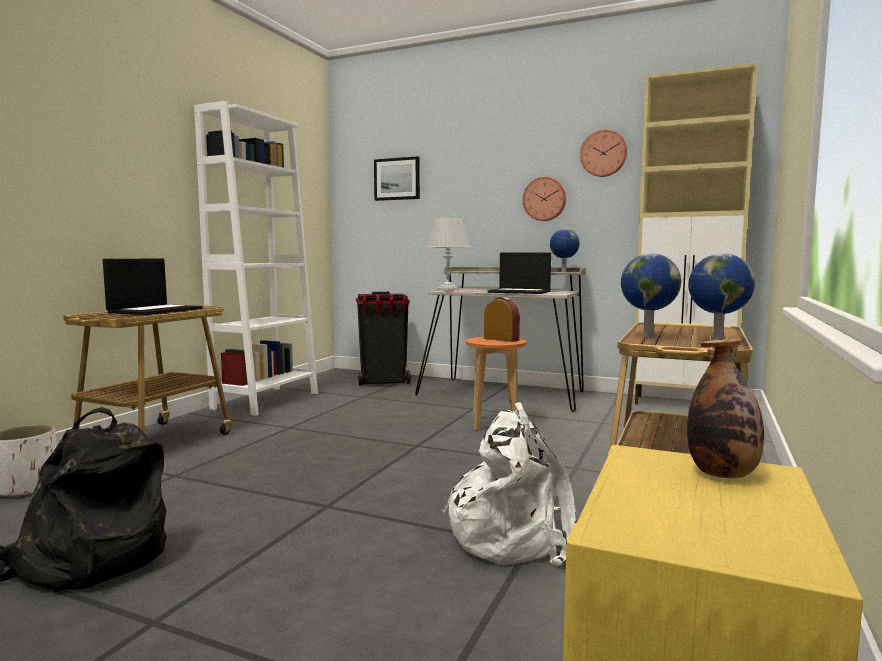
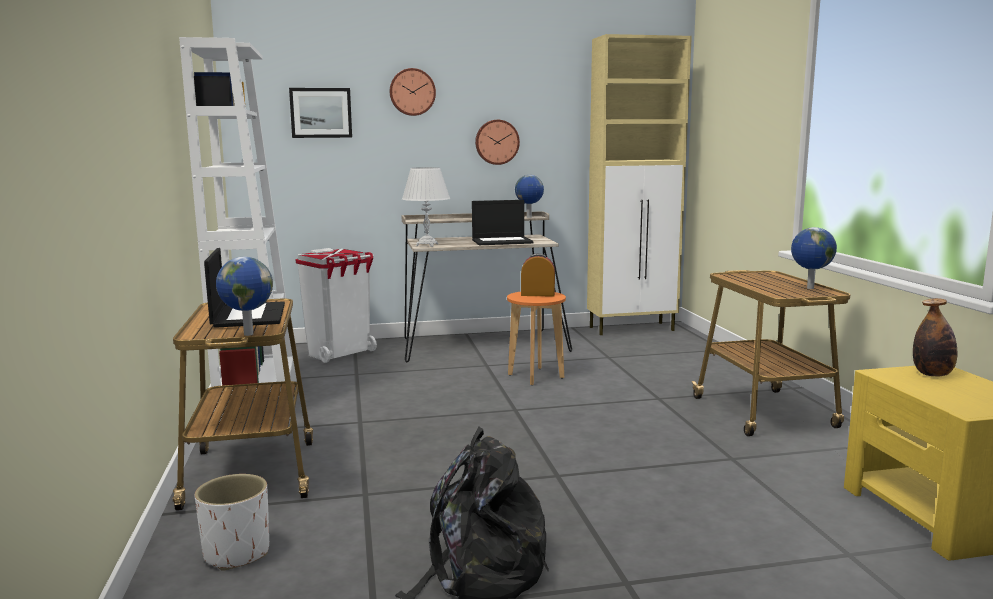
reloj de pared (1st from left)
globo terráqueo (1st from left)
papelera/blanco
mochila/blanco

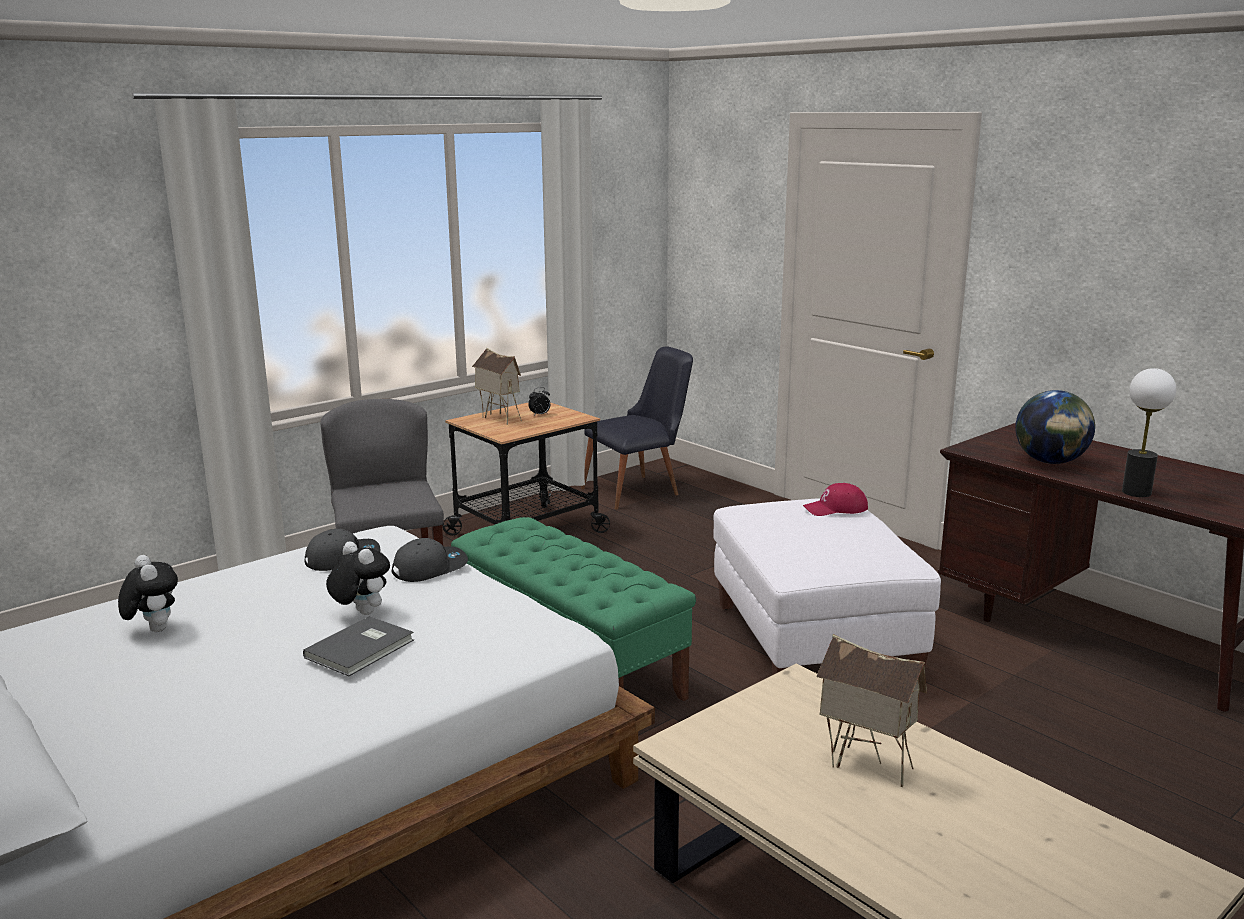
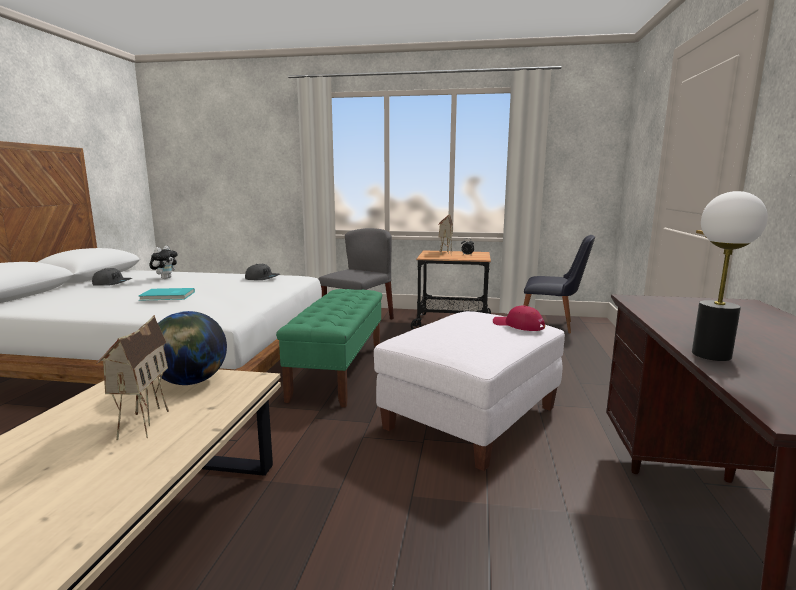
globo terráqueo
gorra/gris (1st from left)
peluche (2nd from left in the first image)
libro/turquesa

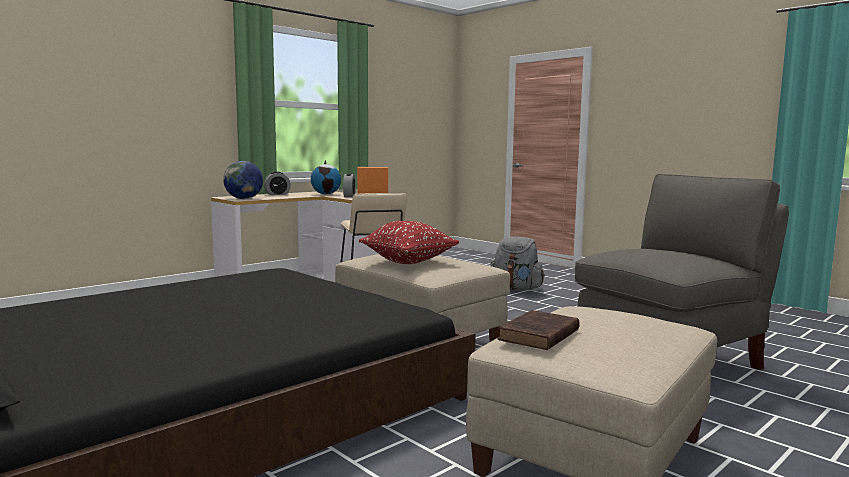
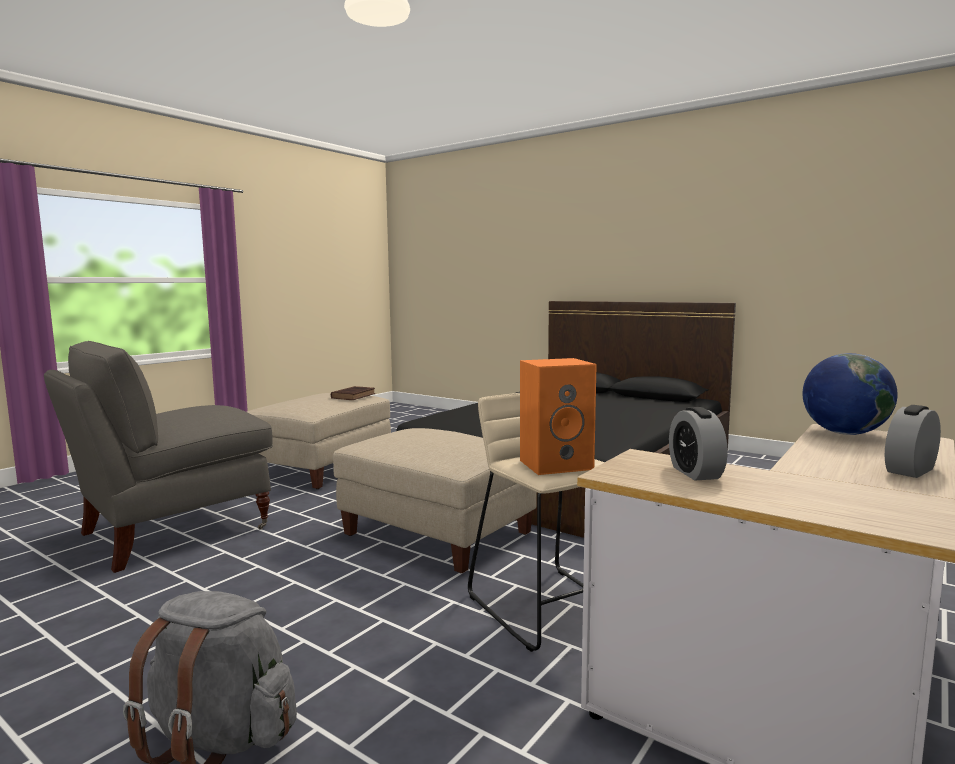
globo terráqueo (2nd from left in the first image)
cojín/rojo

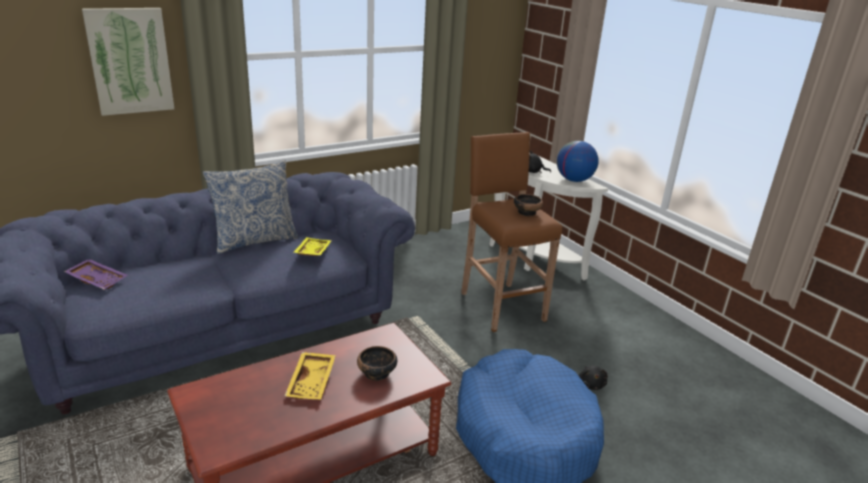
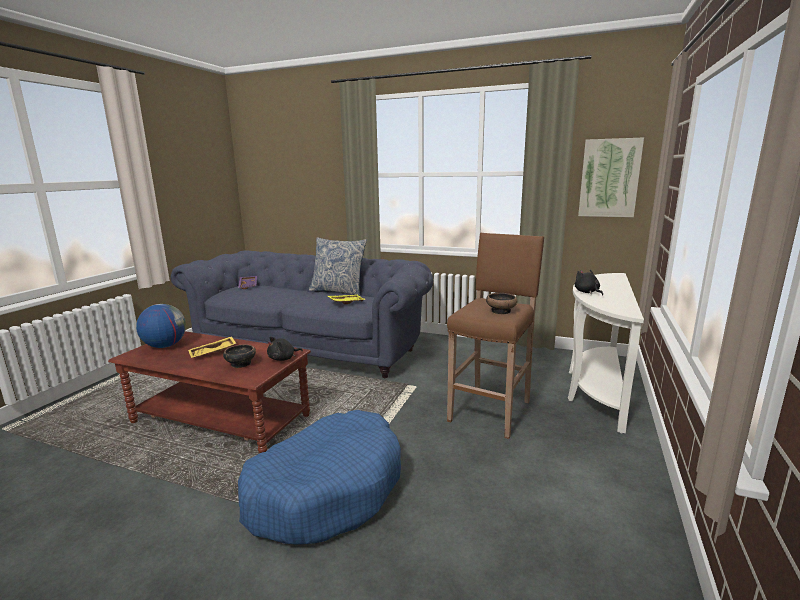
cuadro
globo terráqueo
peluche/negro (1st from left)

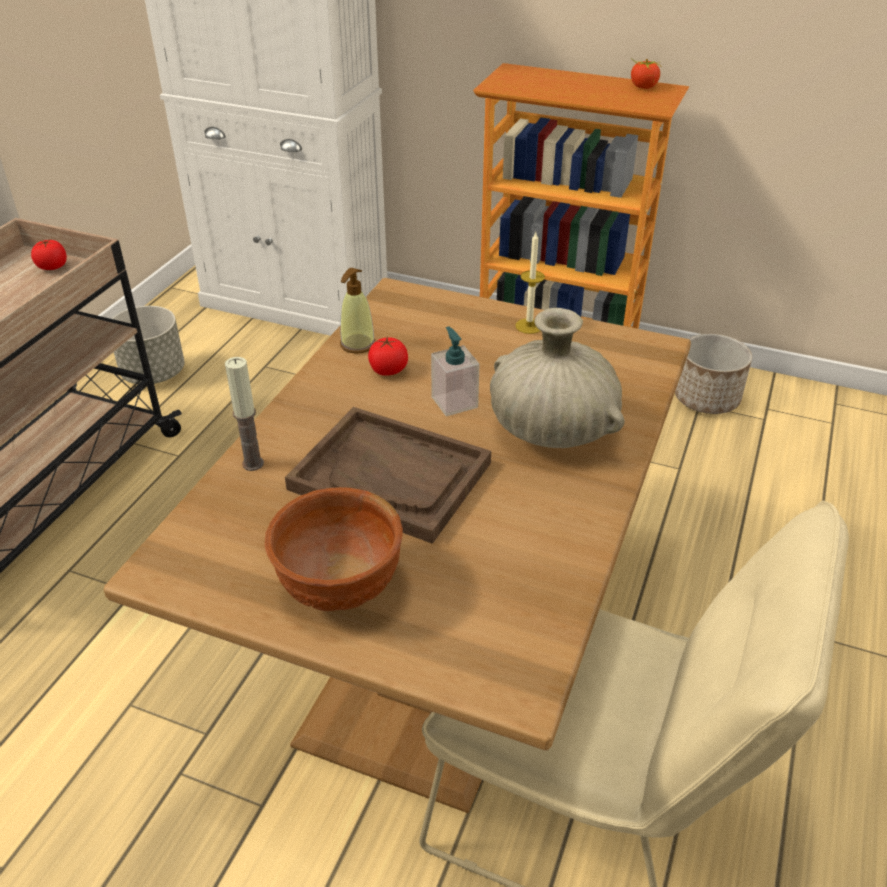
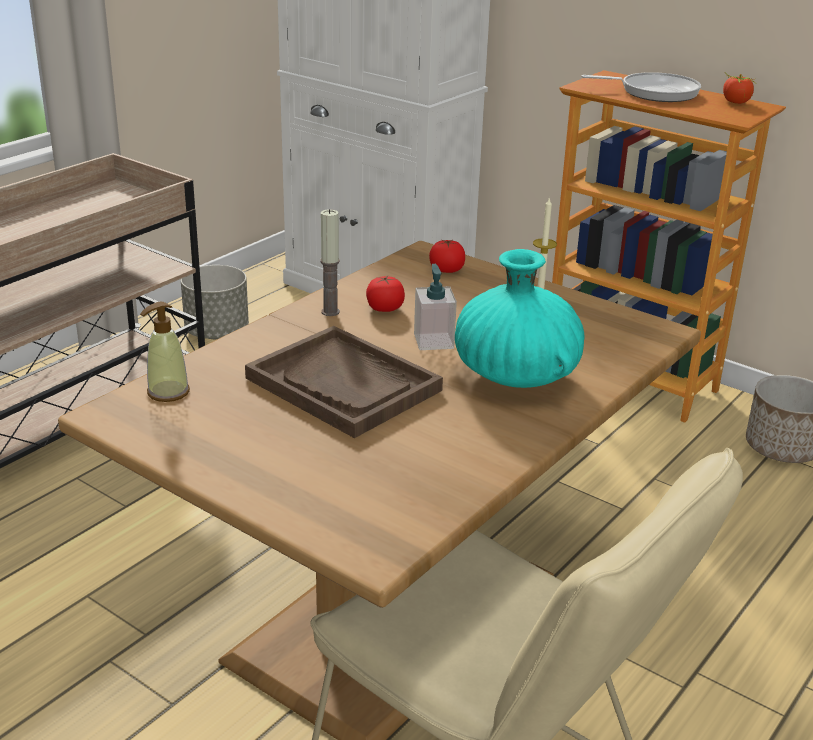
tomate (2nd from left)
dispensador de jabón (1st from left)
florero/turquesa
vela (1st from left)
cuenco/marrón
sartén

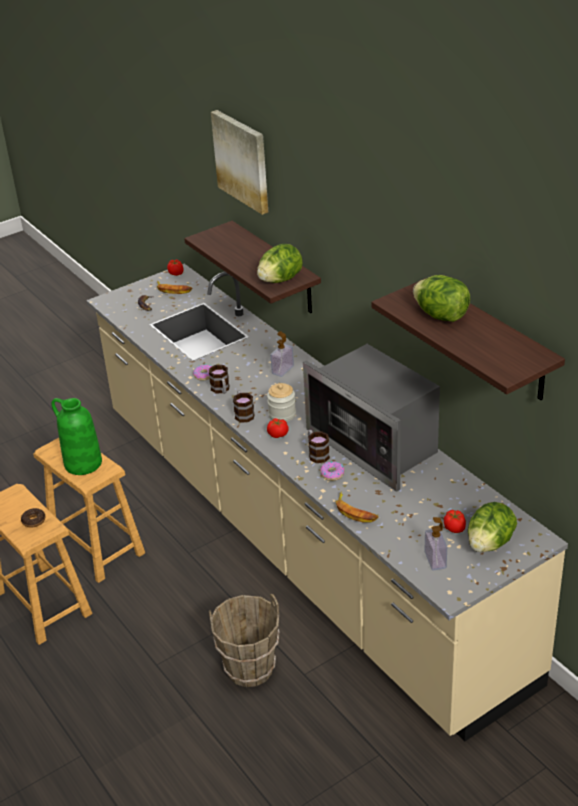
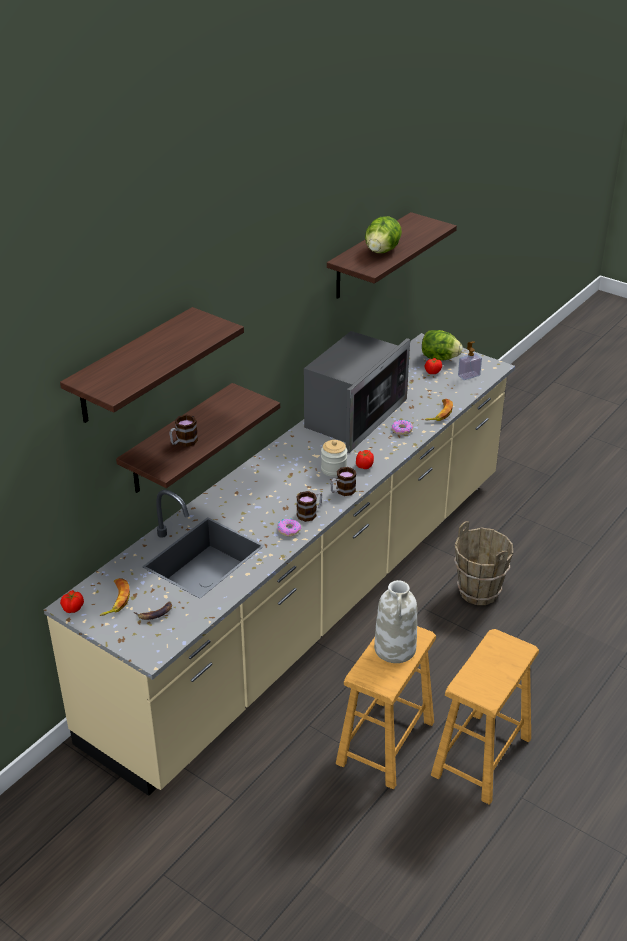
estante (1st from left)
lechuga (1st from left in the first image)
dispensador de jabón (1st from left in the first image)
florero/blanco
taza grande (1st from left)
rosquilla (1st from left in the first image)

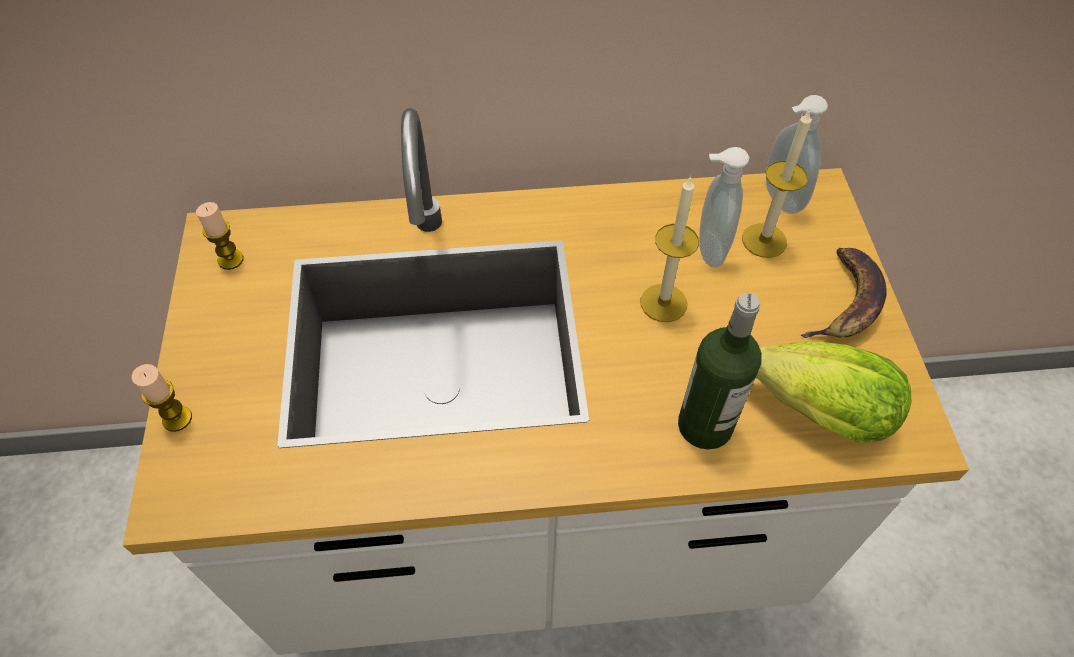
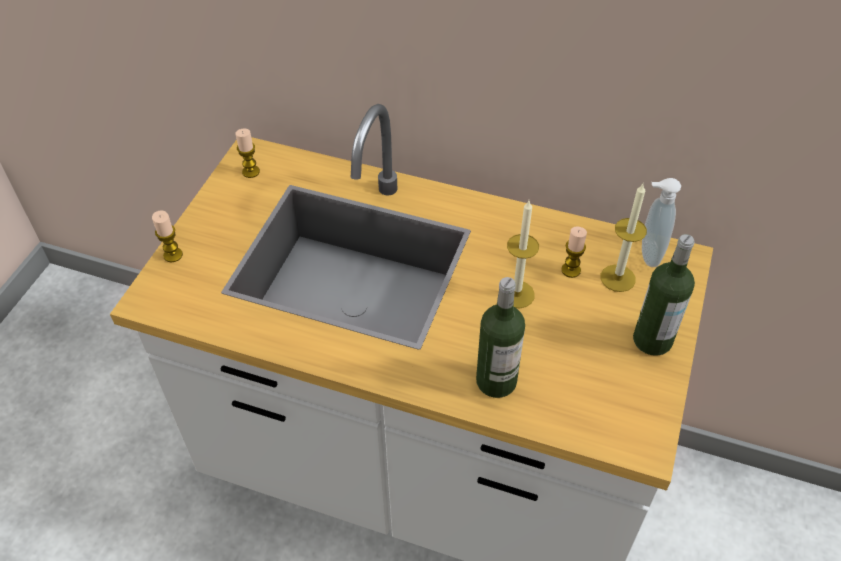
vela (4th from left)
botella (2nd from left)
lechuga

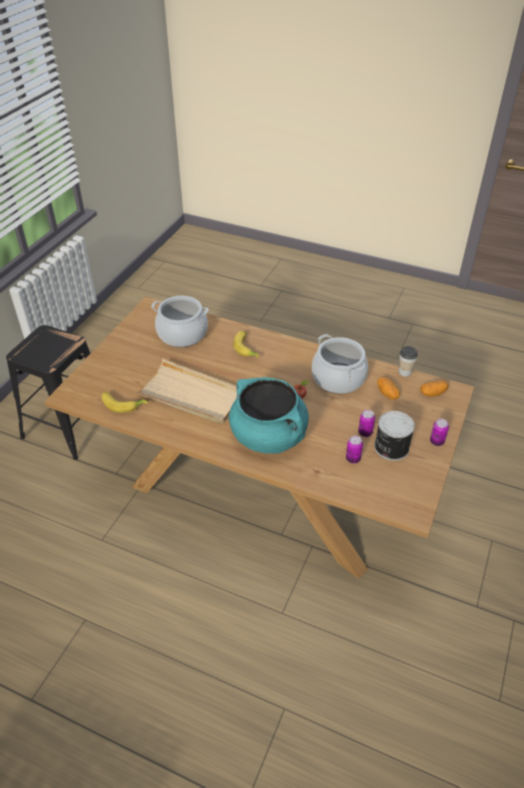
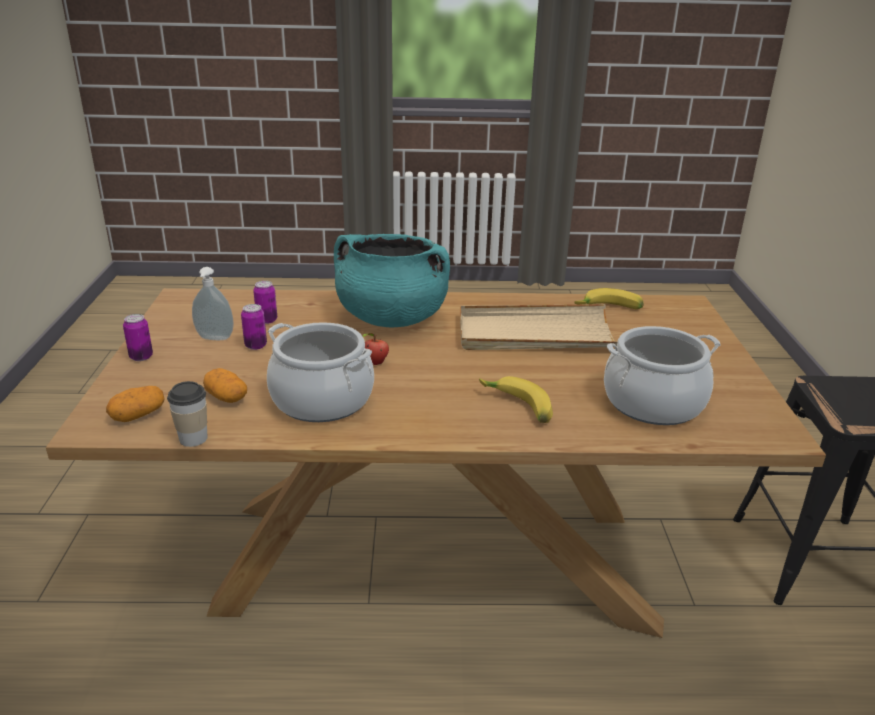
dispensador de jabón

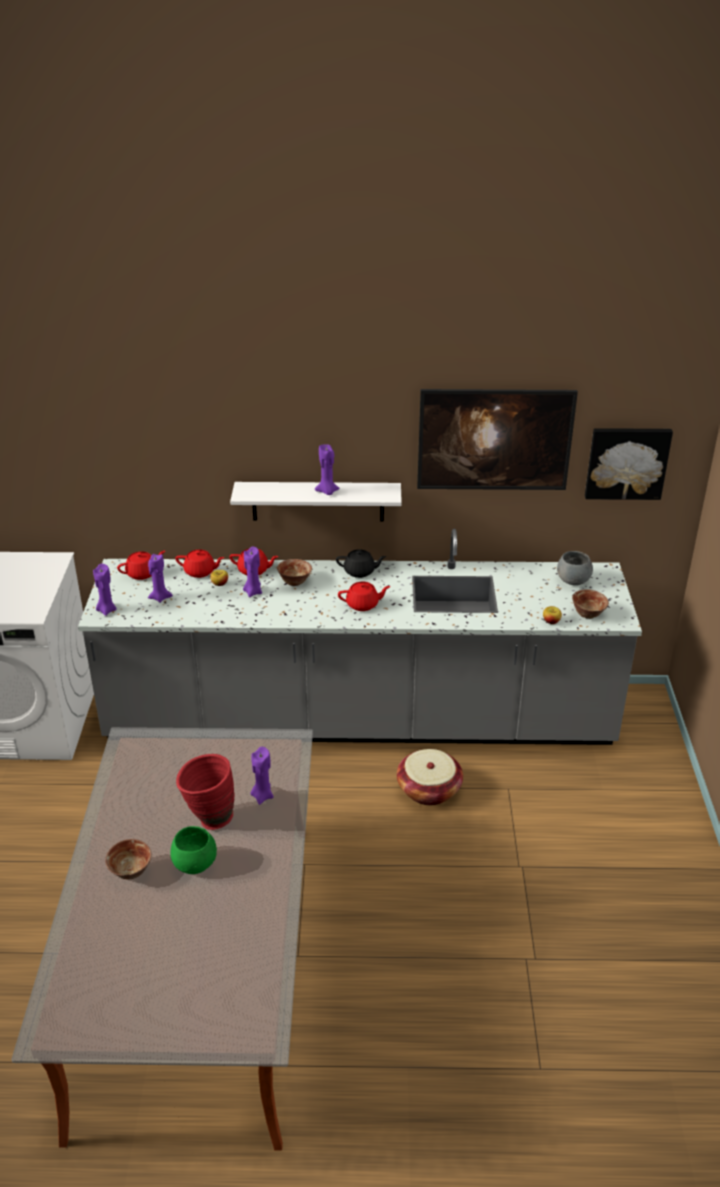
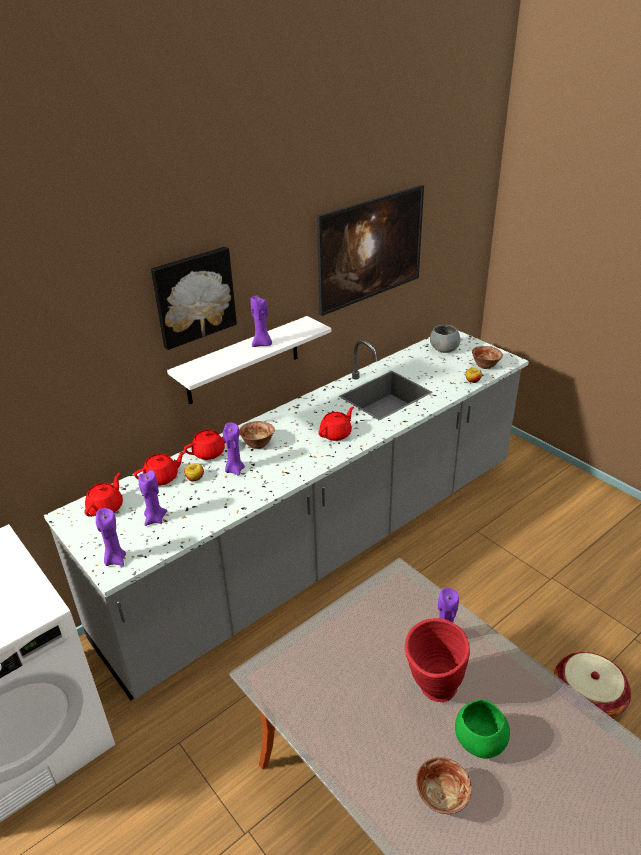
cuadro (1st from left)
tetera/negro
cesta

